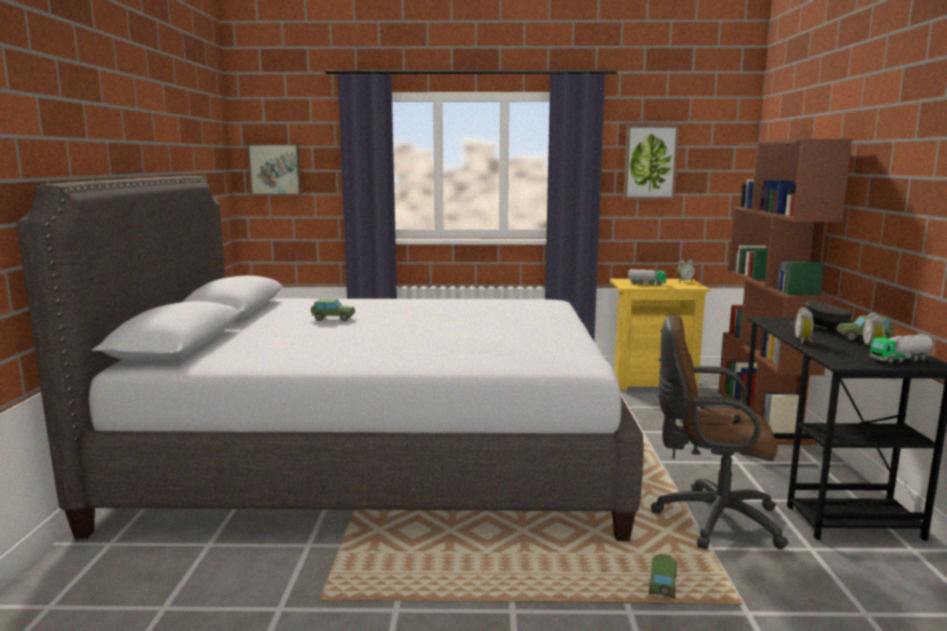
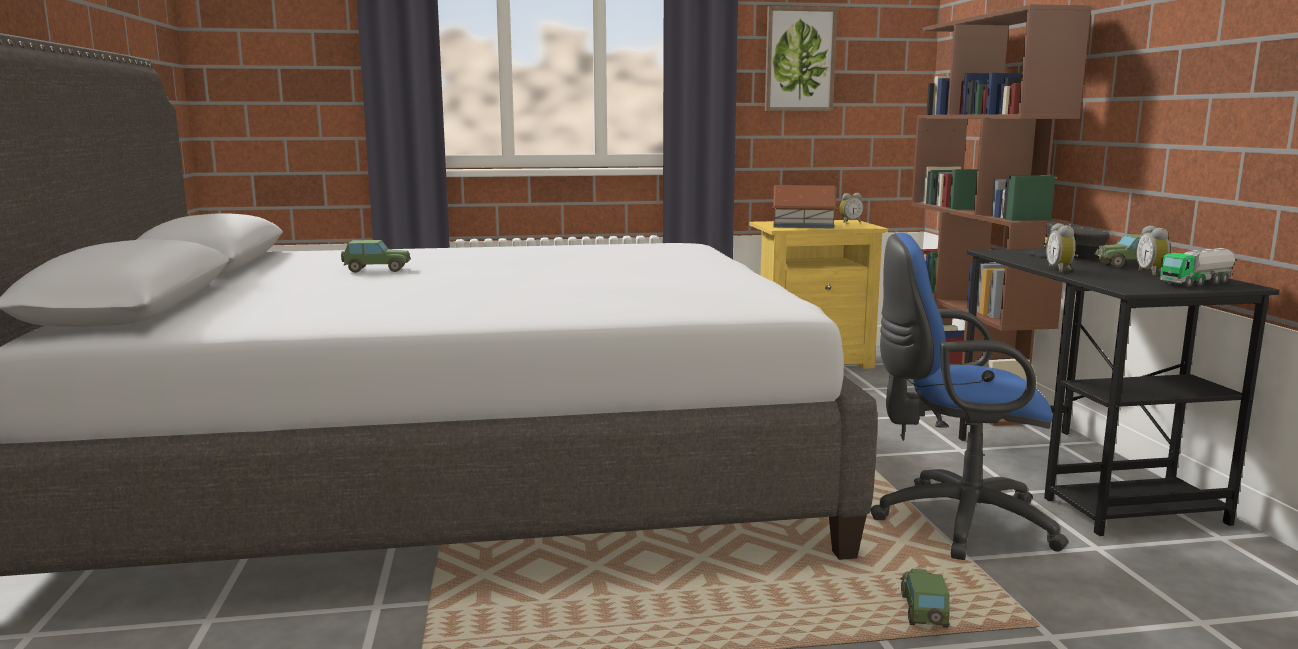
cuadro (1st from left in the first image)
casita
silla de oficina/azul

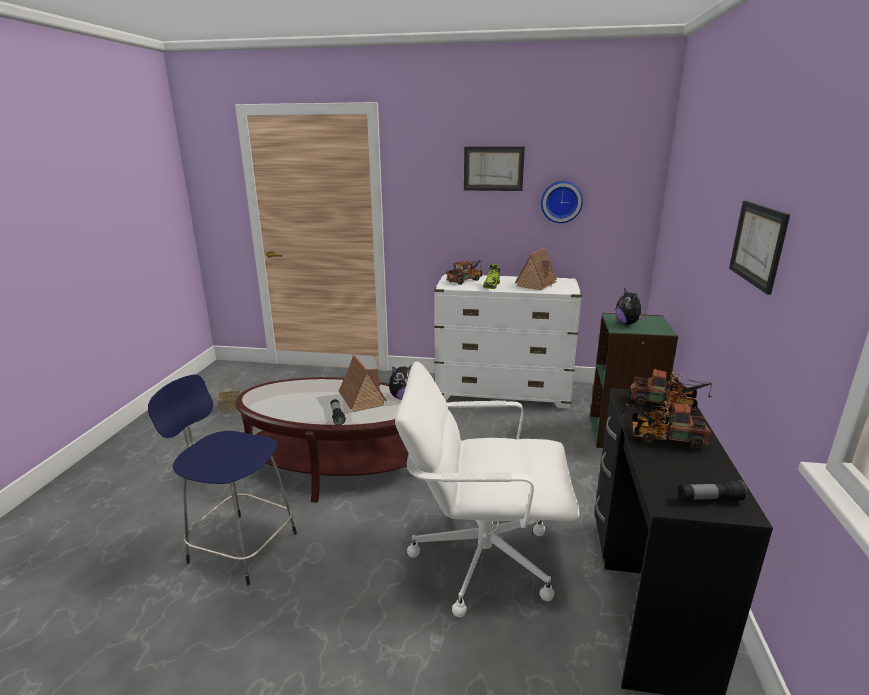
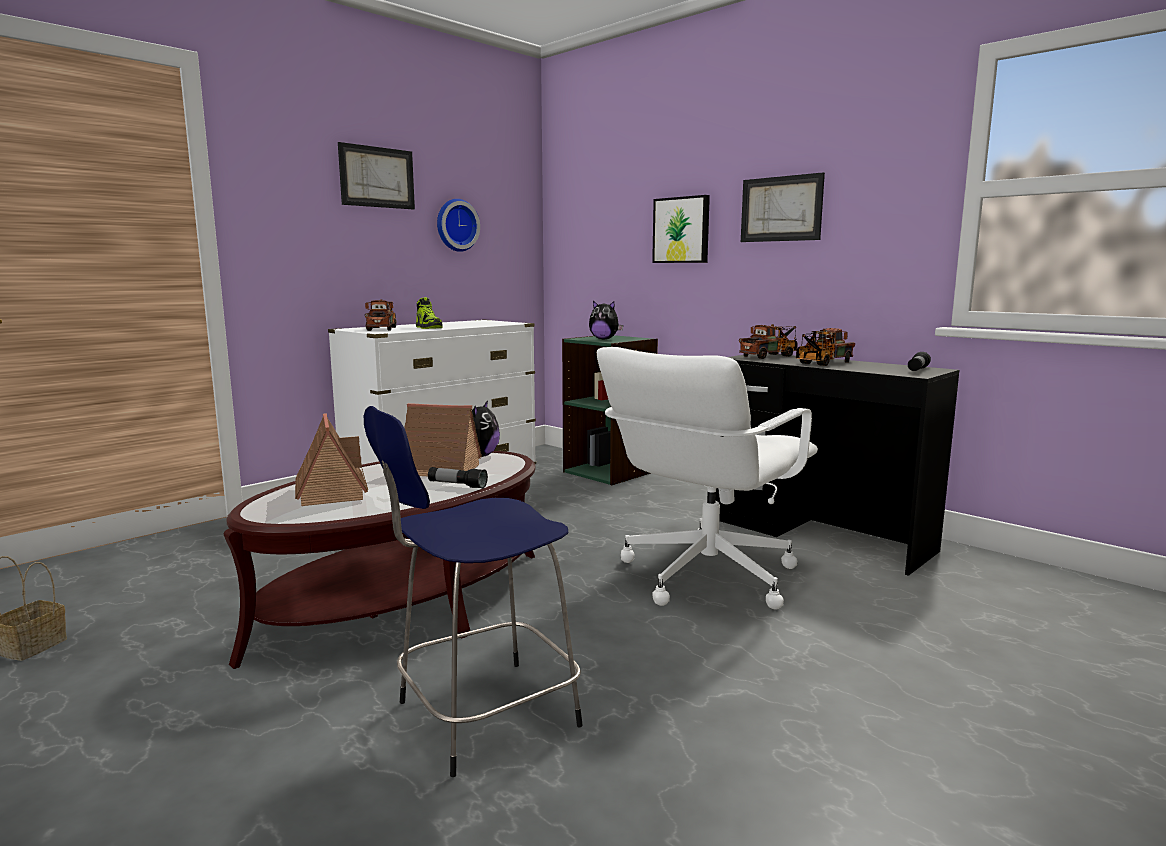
casita (1st from left)
cuadro (2nd from left)

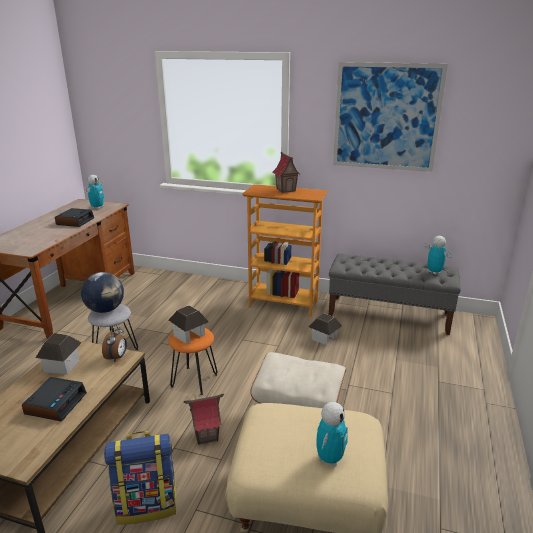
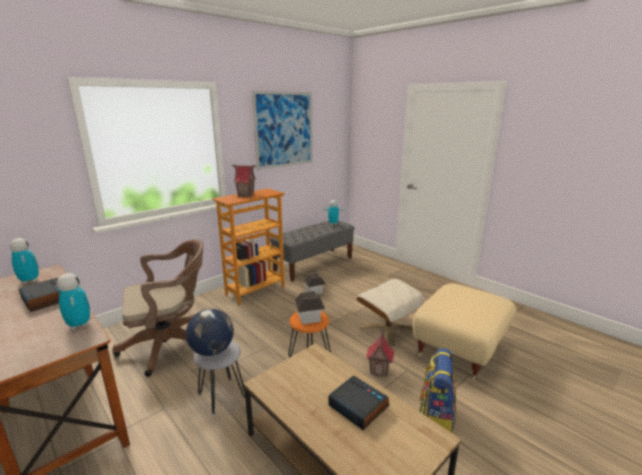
despertador (3rd from left in the first image)
casita (1st from left in the first image)
robot de juguete (2nd from left)
silla de oficina/marrón

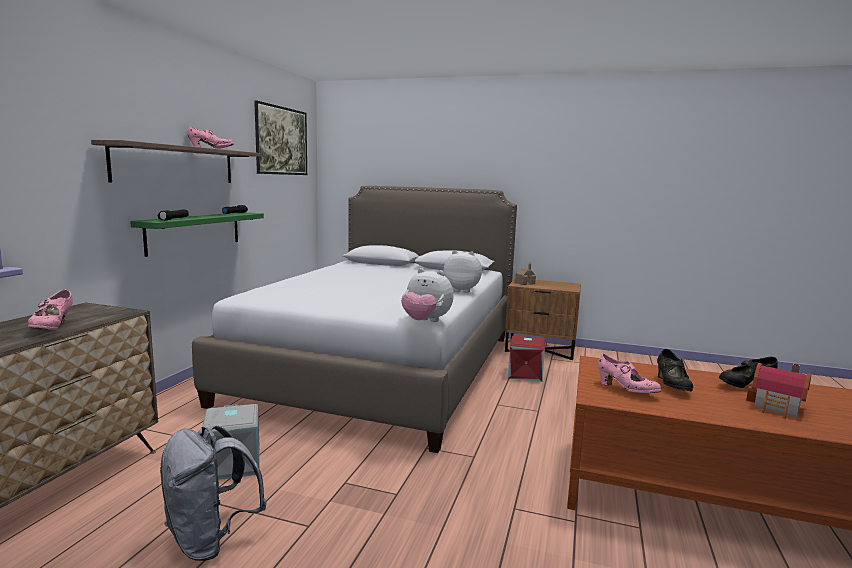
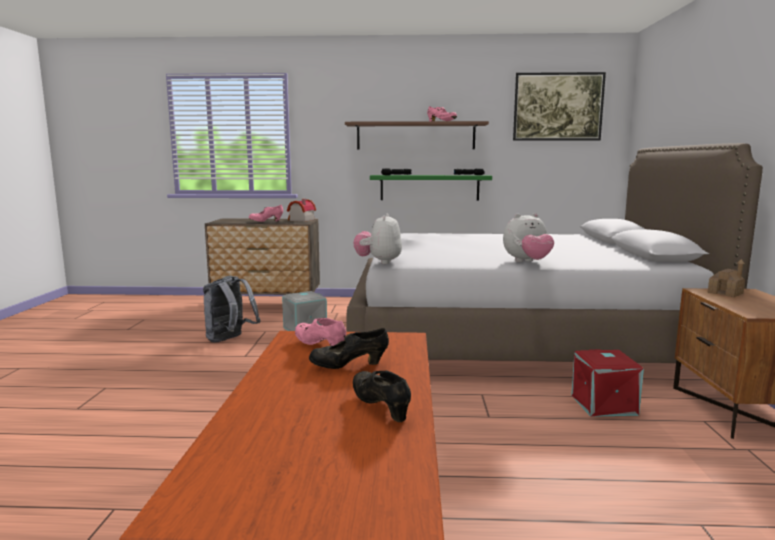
peluche (2nd from left)
zapato/rosa (2nd from left)
casita (1st from left)

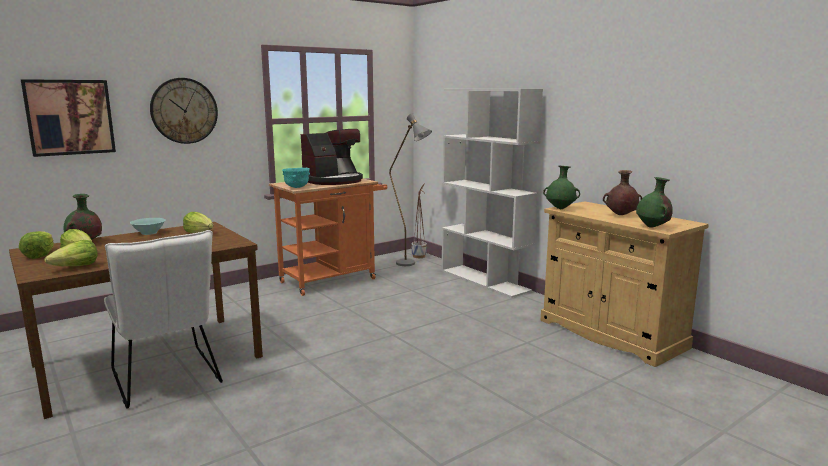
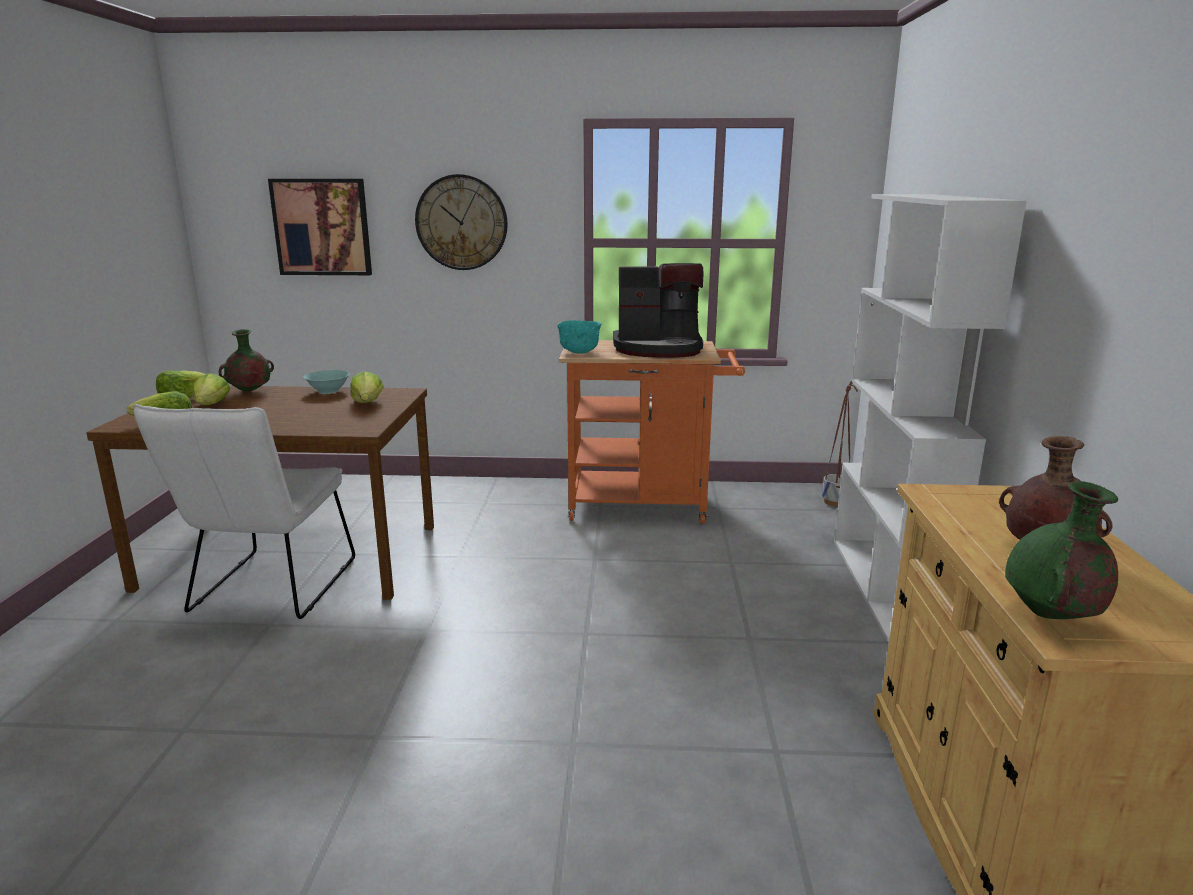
lámpara de pie/gris
florero/verde (2nd from left in the first image)

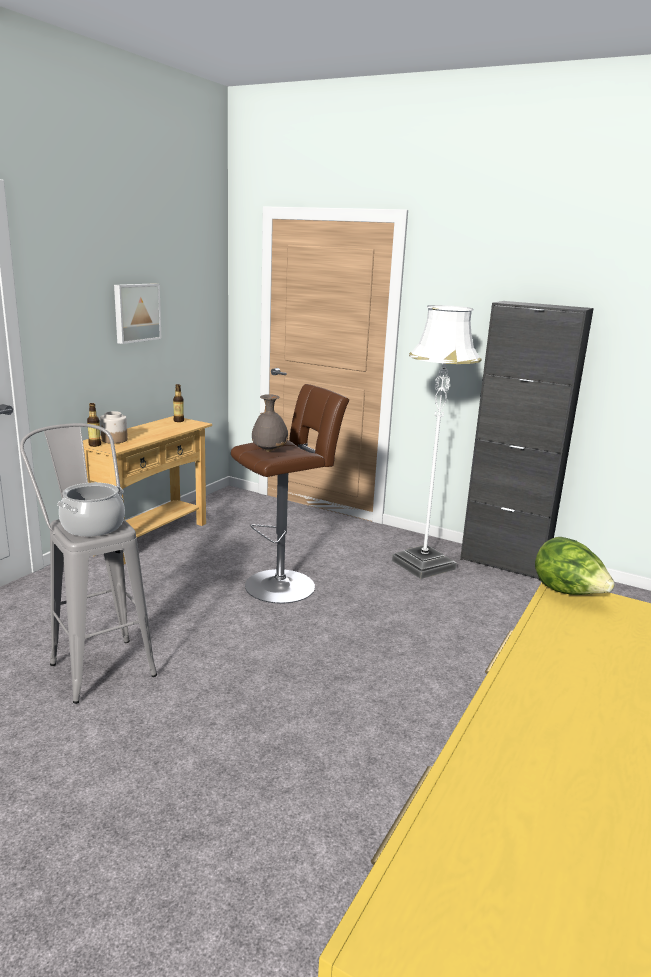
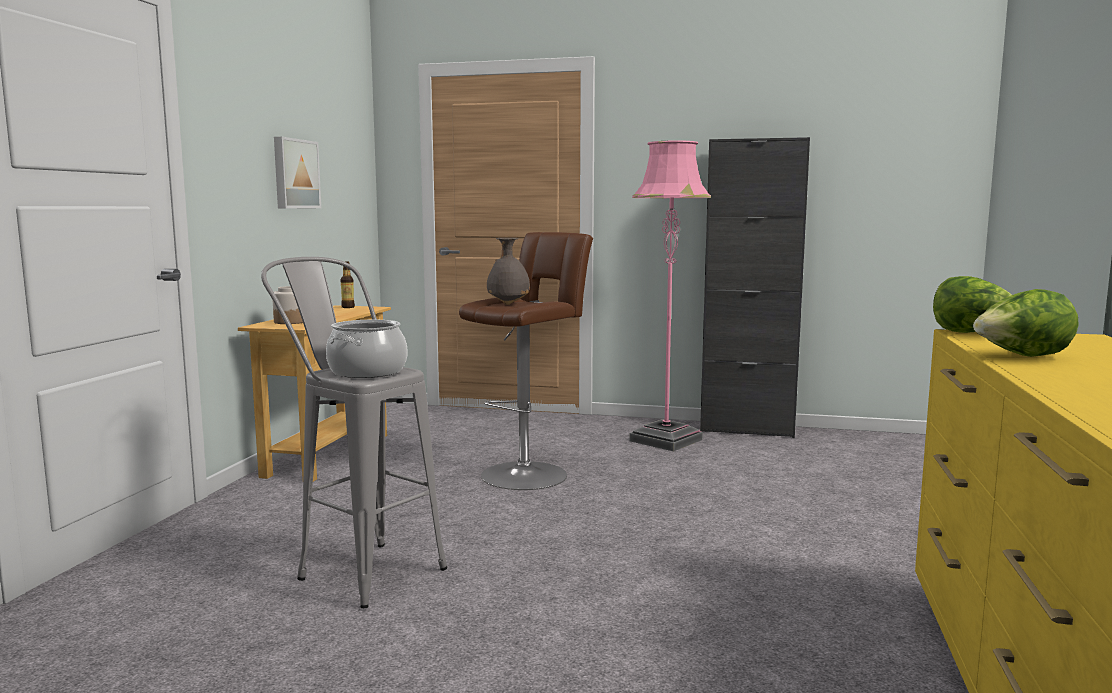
lámpara de pie/rosa
botella (1st from left in the first image)
lechuga (2nd from left)

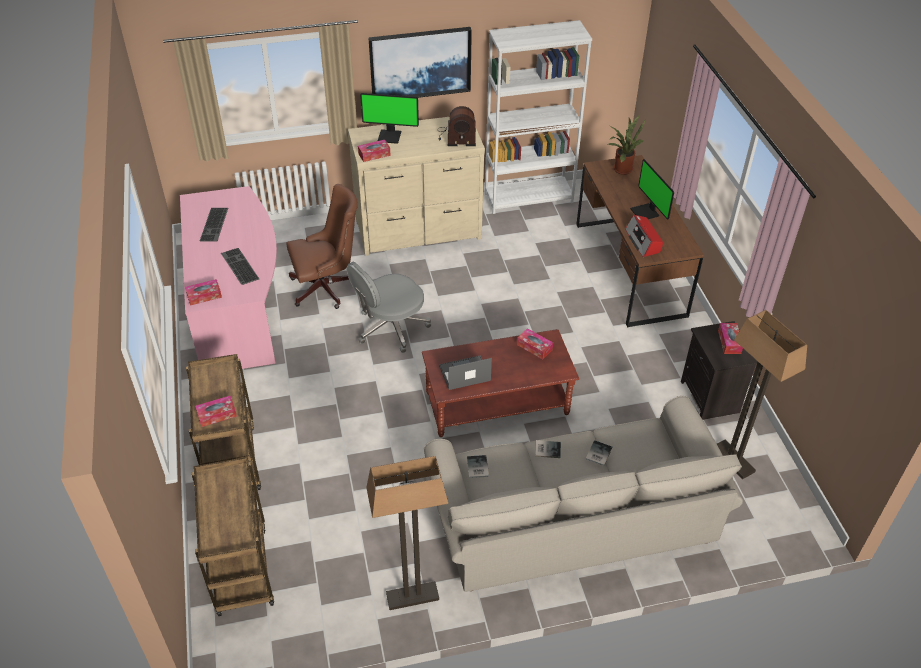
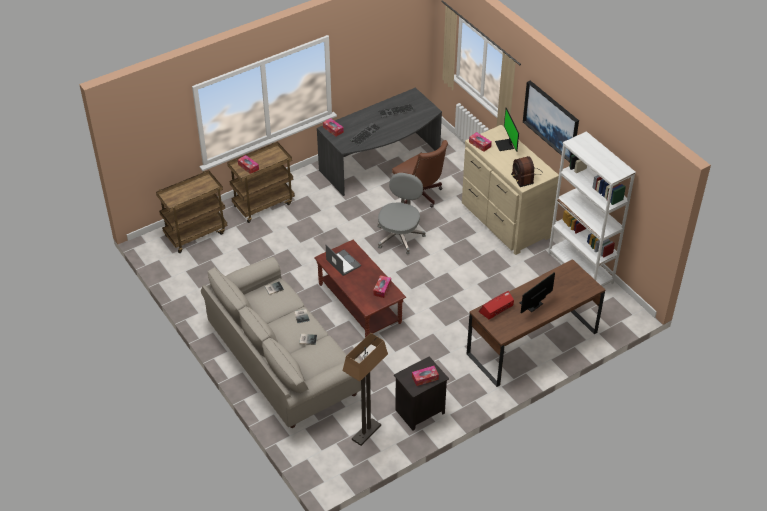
planta en maceta
escritorio/gris
silla de oficina/gris
lámpara de pie (1st from left in the first image)

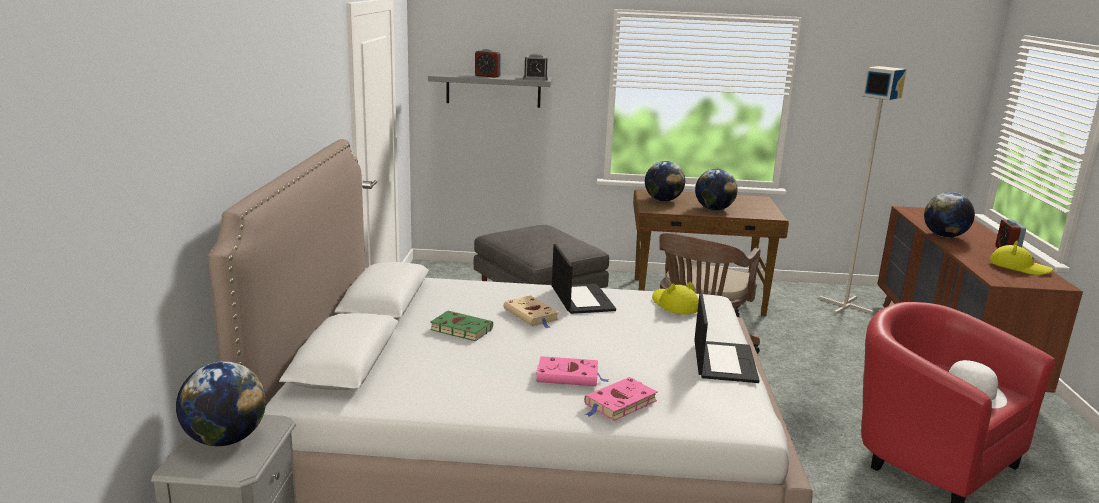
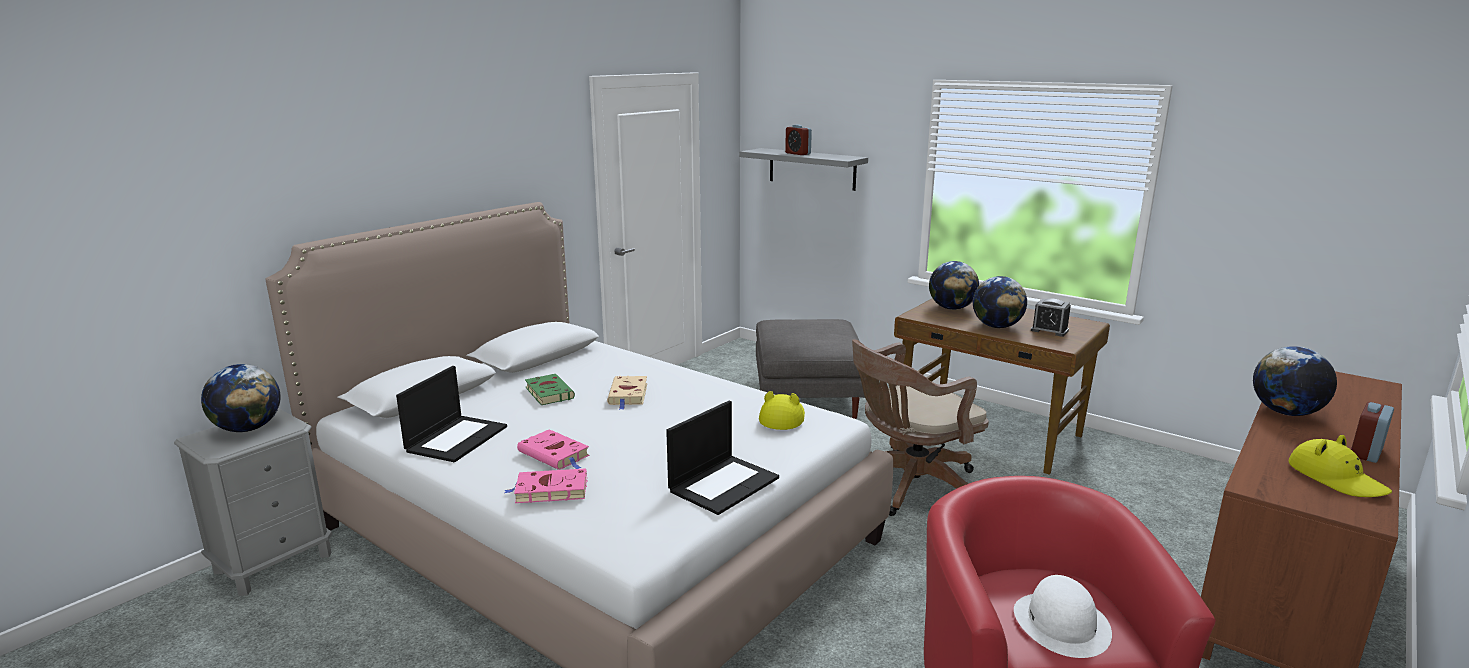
despertador (2nd from left)
lámpara de pie/gris
portátil (1st from left)

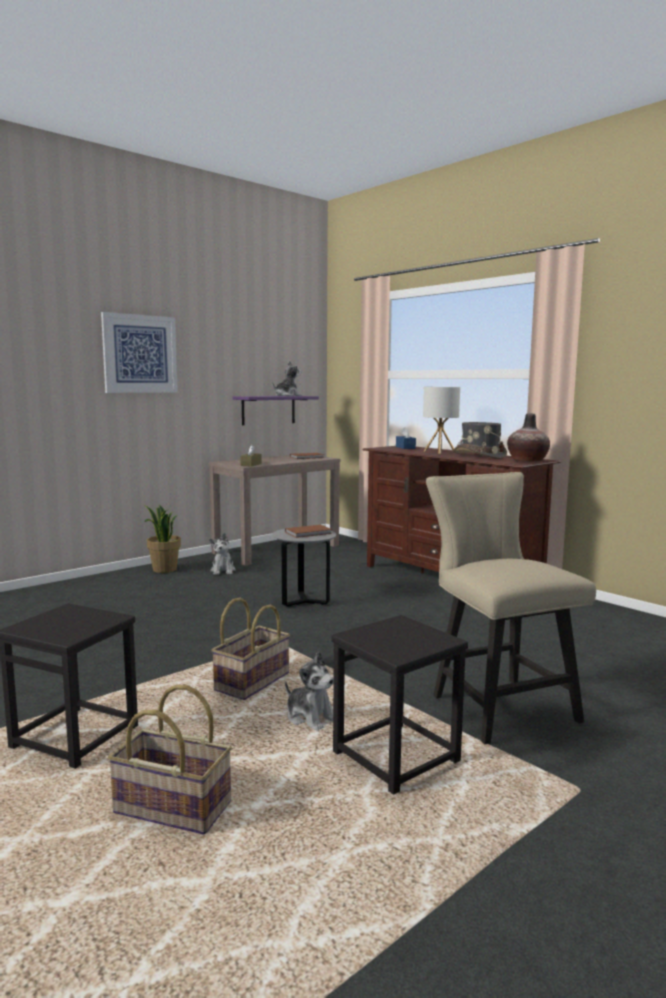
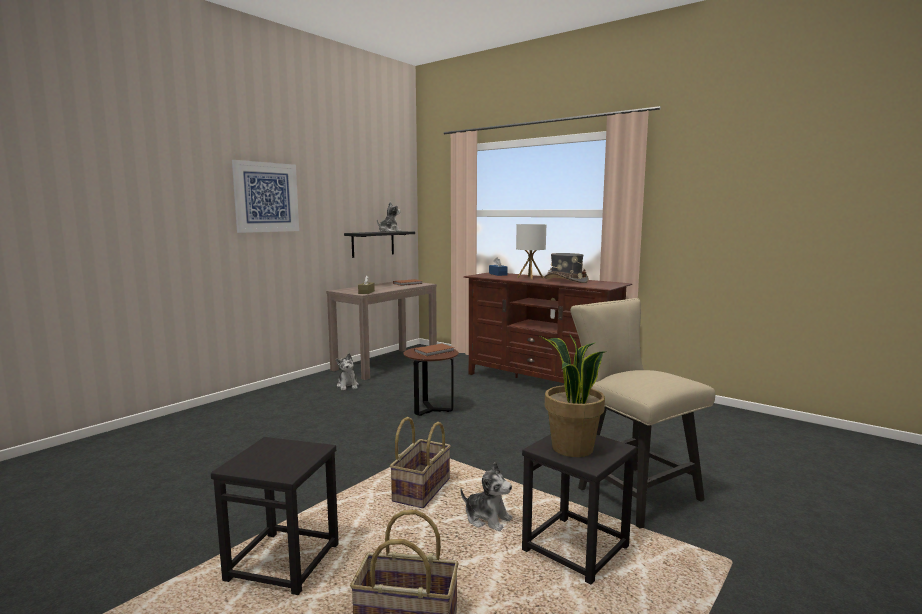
estante/negro
florero
planta en maceta
mesa auxiliar/marrón

